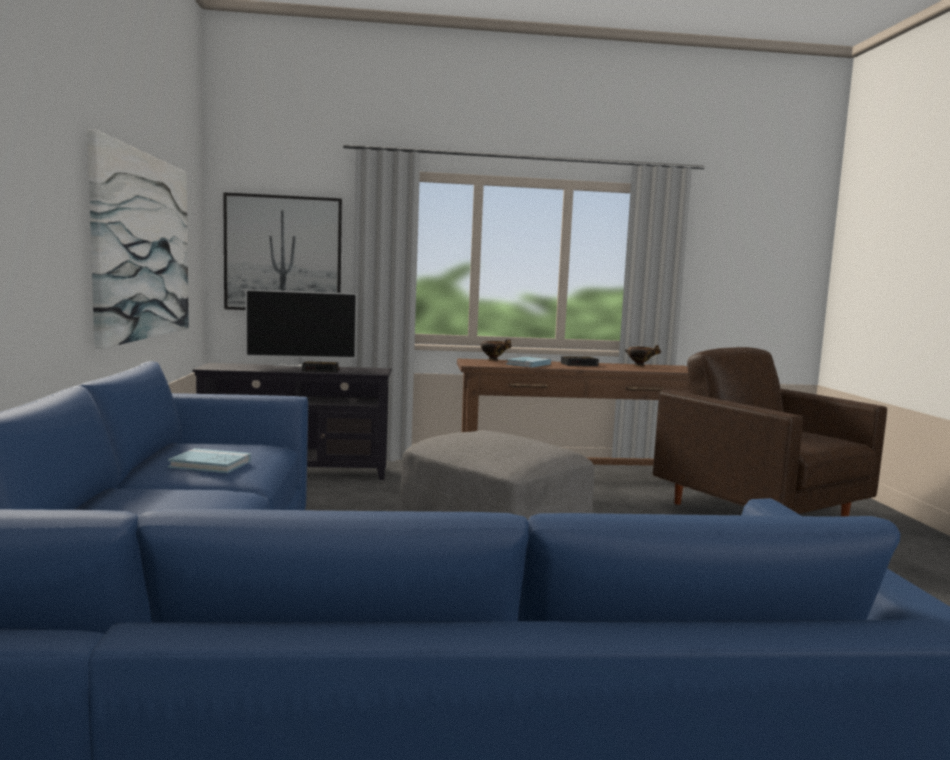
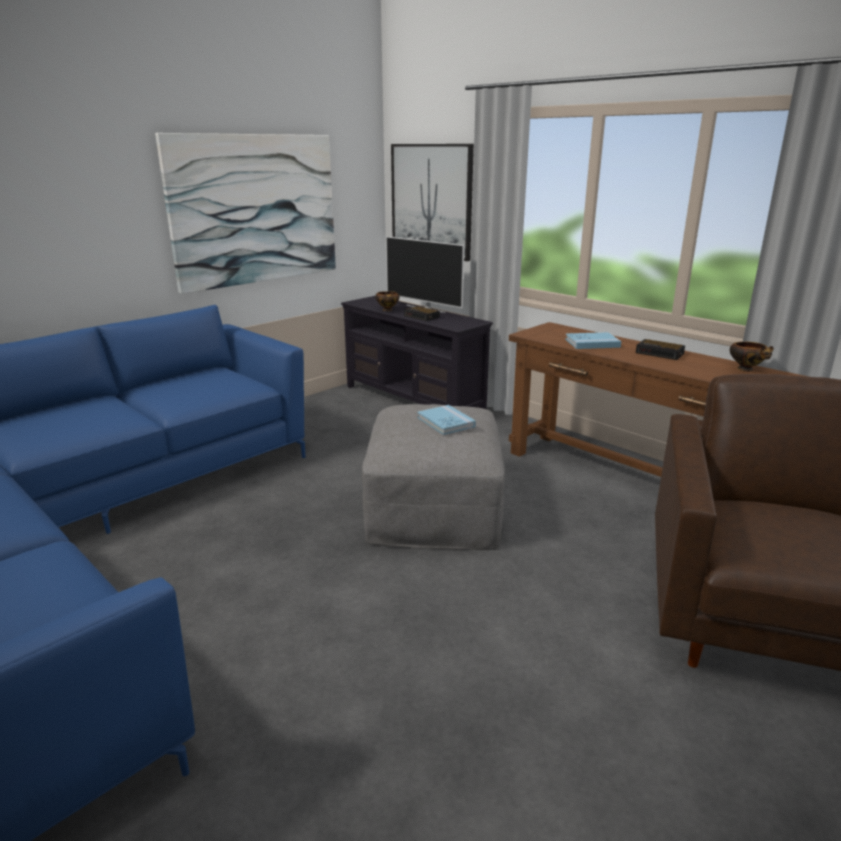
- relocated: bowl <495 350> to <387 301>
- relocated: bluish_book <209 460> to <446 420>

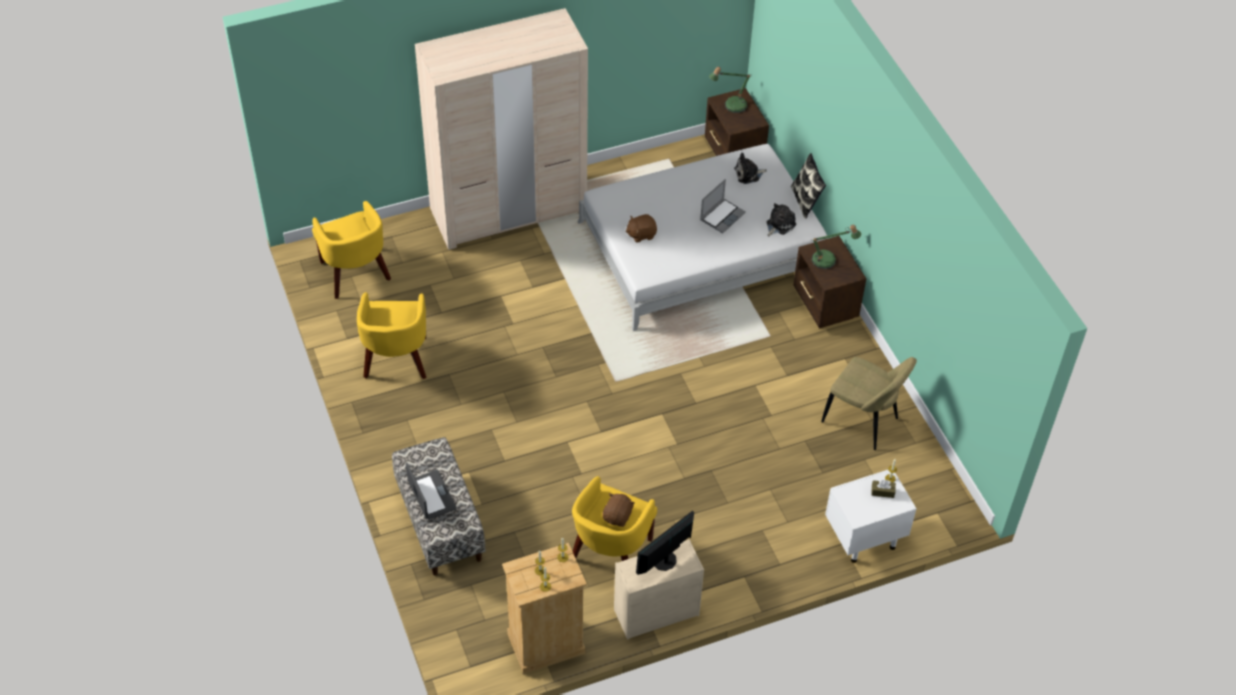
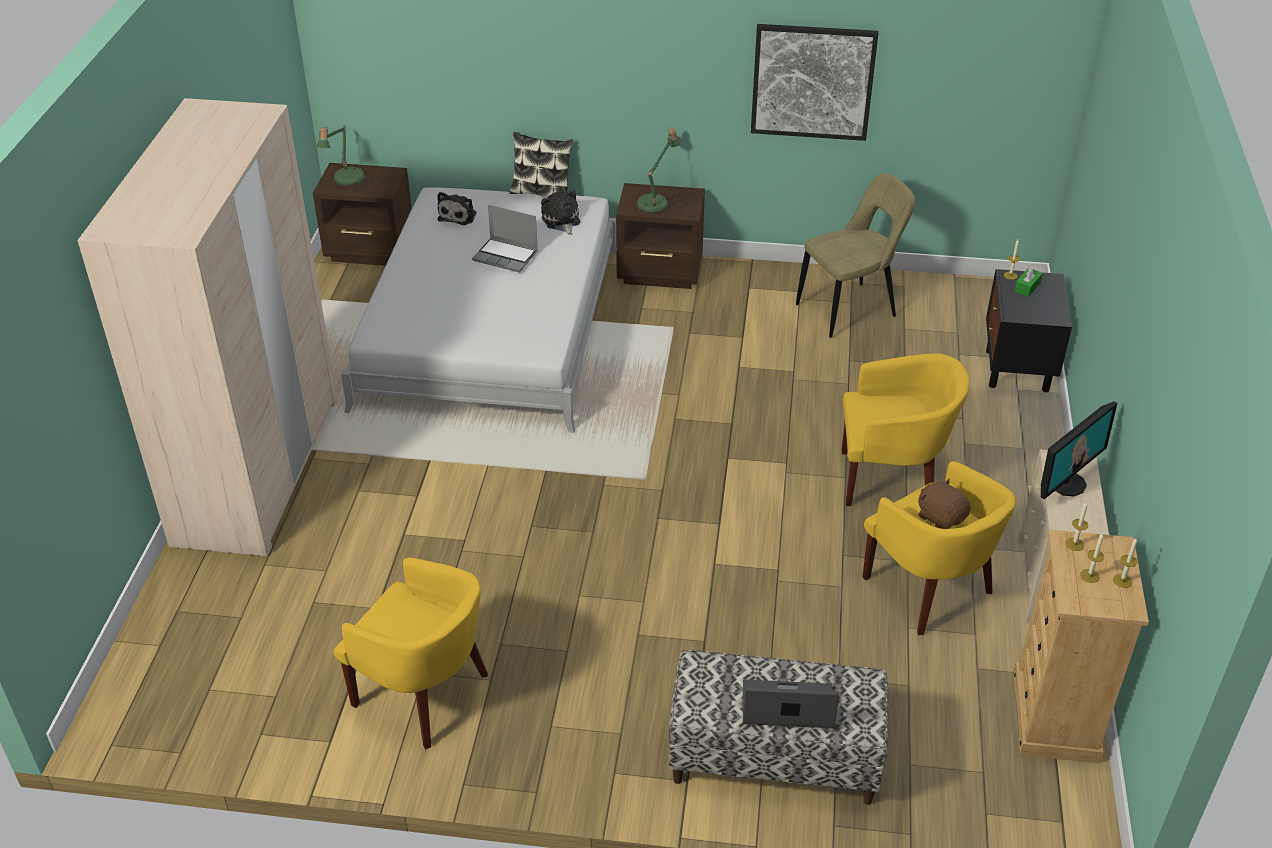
- spun: portable_computer <723 206> = <505 238> 135 degrees clockwise
- appeared: picture <814 82>
- relocated: yellowish_armchair <351 250> to <905 430>
- colour: white-coloured_nightstand <871 516> to blackish_nightstand <1029 330>
- colour: brown_tissue_holder <883 489> to green-coloured_tissue_holder <1028 281>
- spun: computer_screen <665 543> = <1079 450> 120 degrees counterclockwise
- missing: brown_plush_toy <641 228>

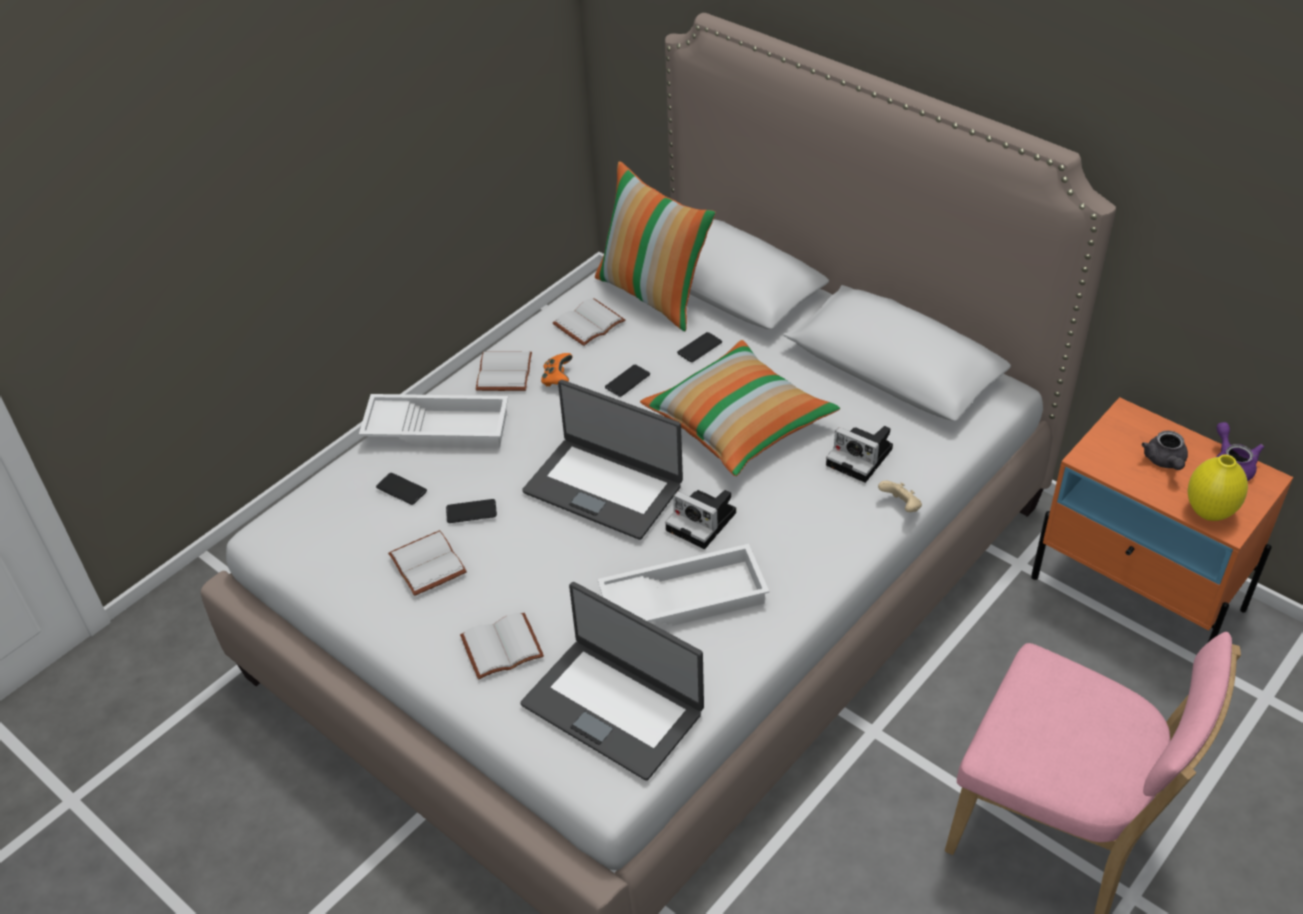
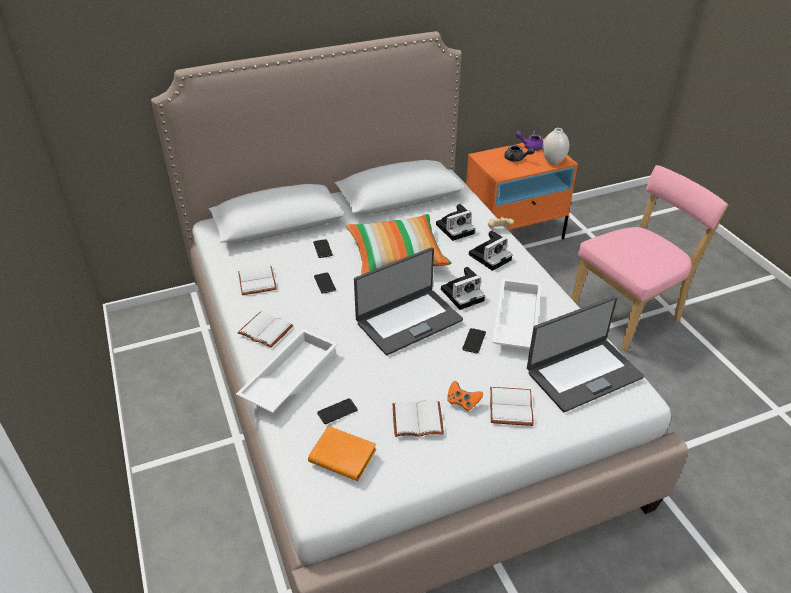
- appeared: orange_book <342 453>
- relocated: orange_gamepad <557 370> to <465 396>
- relocated: telephone <471 511> to <474 340>
- appeared: still_camera <490 251>
- colour: yellowish_decorative_vase <1218 488> to white-coloured_decorative_vase <555 146>
- missing: throw_pillow <655 246>

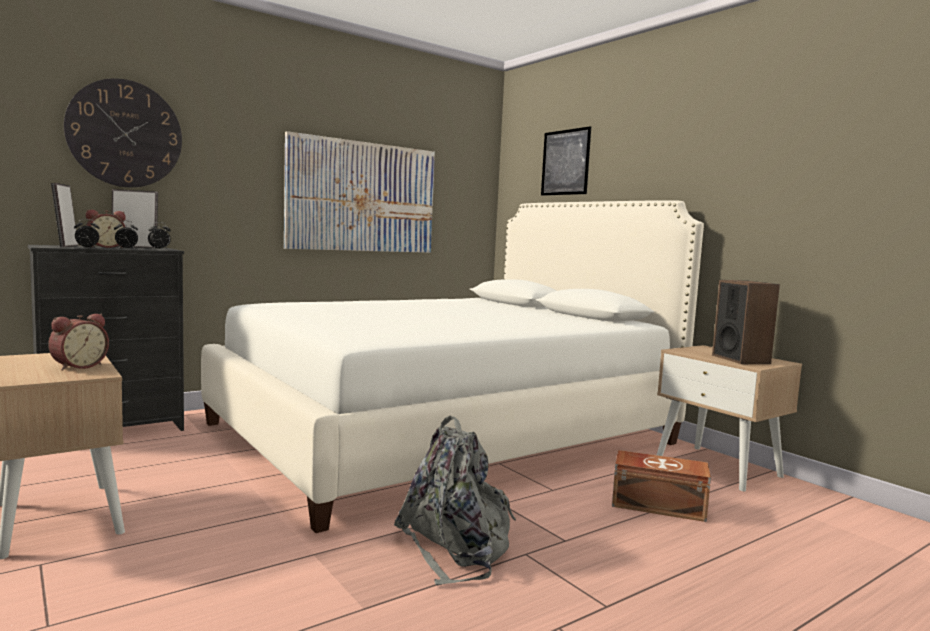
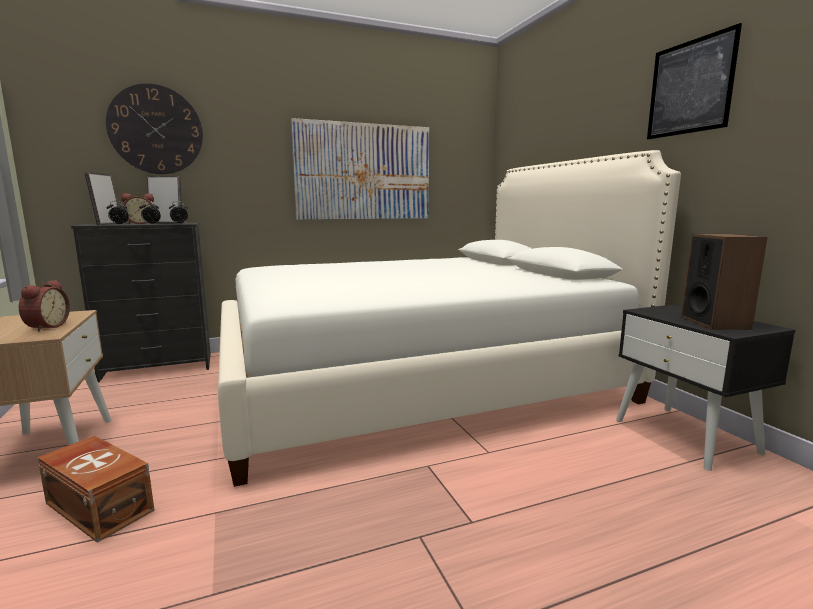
- spun: alarm_clock <78 342> = <44 306> 45 degrees counterclockwise
- relocated: brown_storage_box <661 486> to <95 489>
- colour: beige_nightstand <729 418> to blackish_nightstand <705 387>
- relocated: picture <566 161> to <694 81>
- missing: greyish_backpack <455 500>

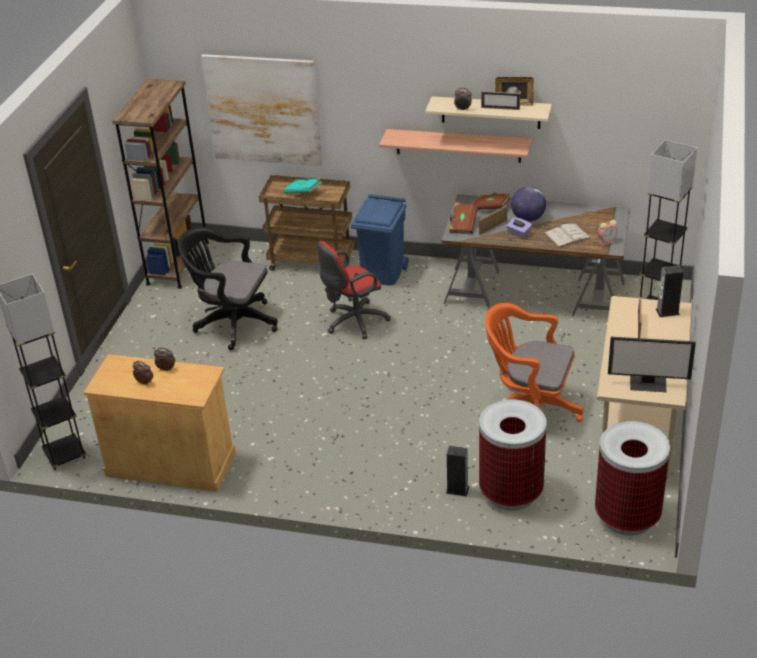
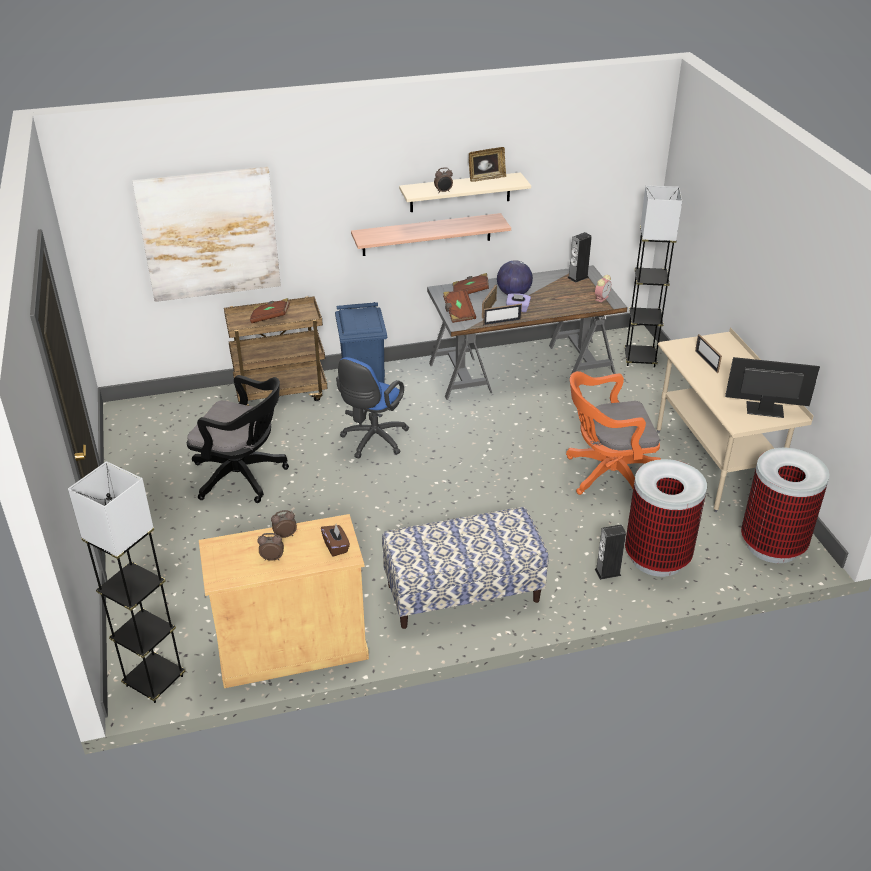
- spun: blackish_desk_chair <228 288> = <238 439> 150 degrees counterclockwise
- colour: blue-green_book <302 186> to brown_book <270 310>
- appeared: brown_tissue_holder <335 540>
- colour: red_desk_chair <354 290> to bluish_desk_chair <372 408>
- appeared: bench <465 568>
- relocated: picture_frame <500 100> to <502 315>
- relocated: loudspeaker <670 291> to <580 257>
- spun: computer_screen <652 364> = <772 387> 150 degrees counterclockwise
- missing: brown_bookcase <160 184>
- missing: white-coloured_book <568 236>

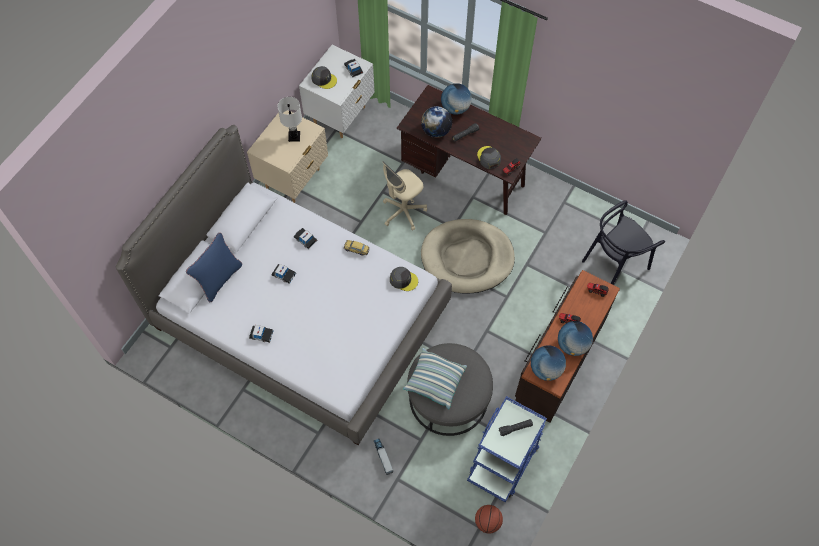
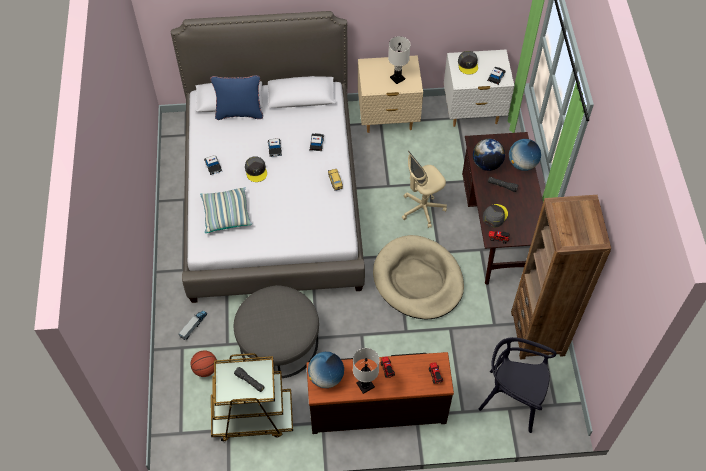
- relocated: basketball <489 519> to <204 363>
- relocated: throw_pillow <435 378> to <226 210>
- colour: bluish_wheeled_cart <507 449> to brown_wheeled_cart <252 397>
- relocated: greyish_peaked_cap <404 279> to <256 169>
- exchanged: world_globe <575 338> to white-coloured_table_lamp <366 371>
- spun: beige_desk_chair <404 196> = <424 189> 45 degrees counterclockwise
- appeared: brown_bookcase <561 277>

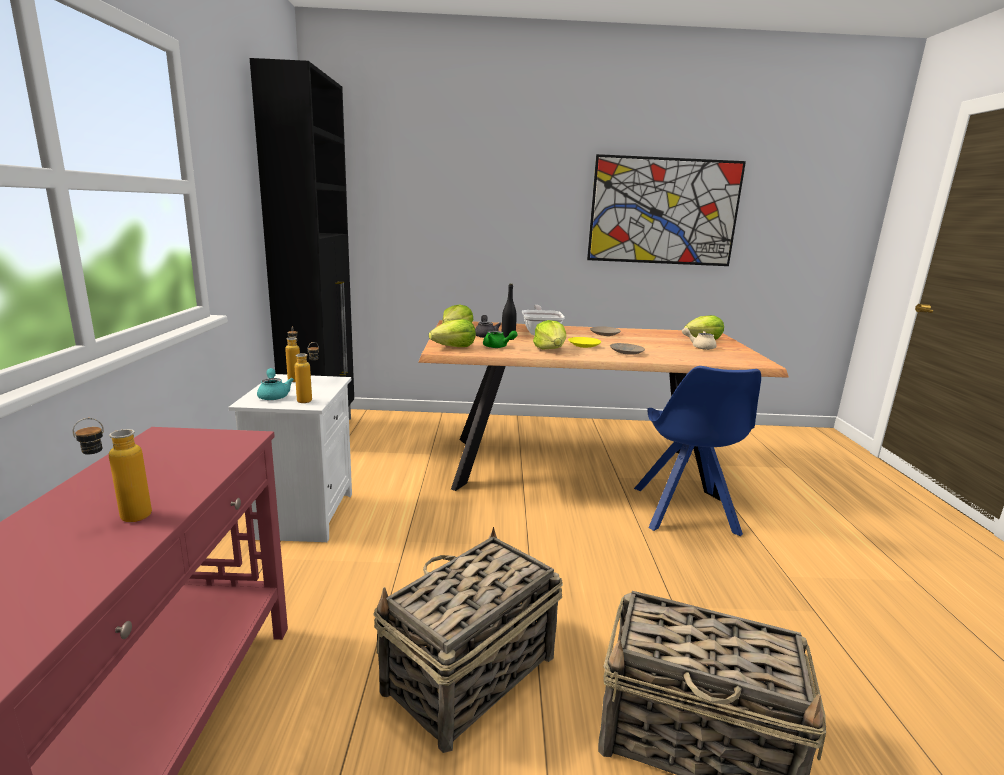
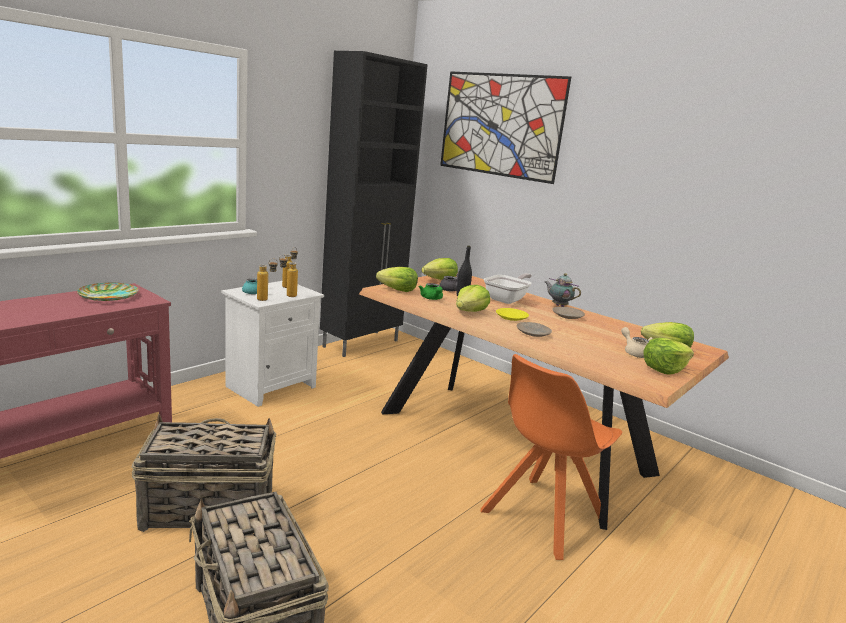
- appeared: dinner_plate <107 292>
- relocated: drink_bottle <112 470> to <288 276>
- relocated: picture <666 210> to <505 127>
- colour: bluish_chair <697 451> to orange_chair <551 457>
- appeared: teapot <563 290>
- appeared: head_of_lettuce <668 356>

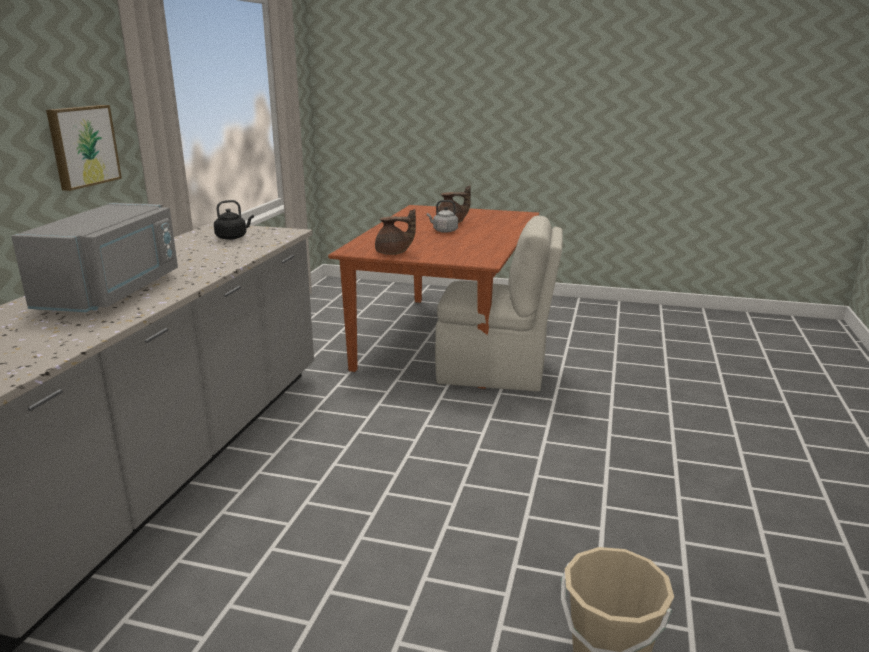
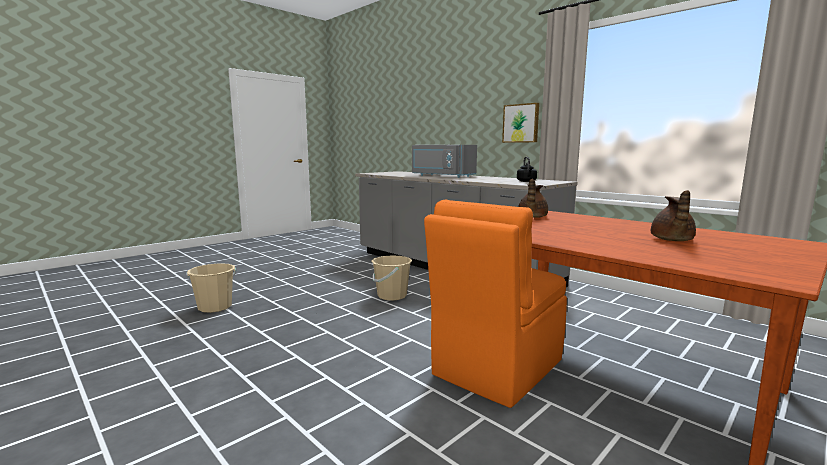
- appeared: beige_pail <392 278>
- colour: beige_chair <499 304> to orange_chair <495 304>
- missing: greyish_kettle <442 216>

